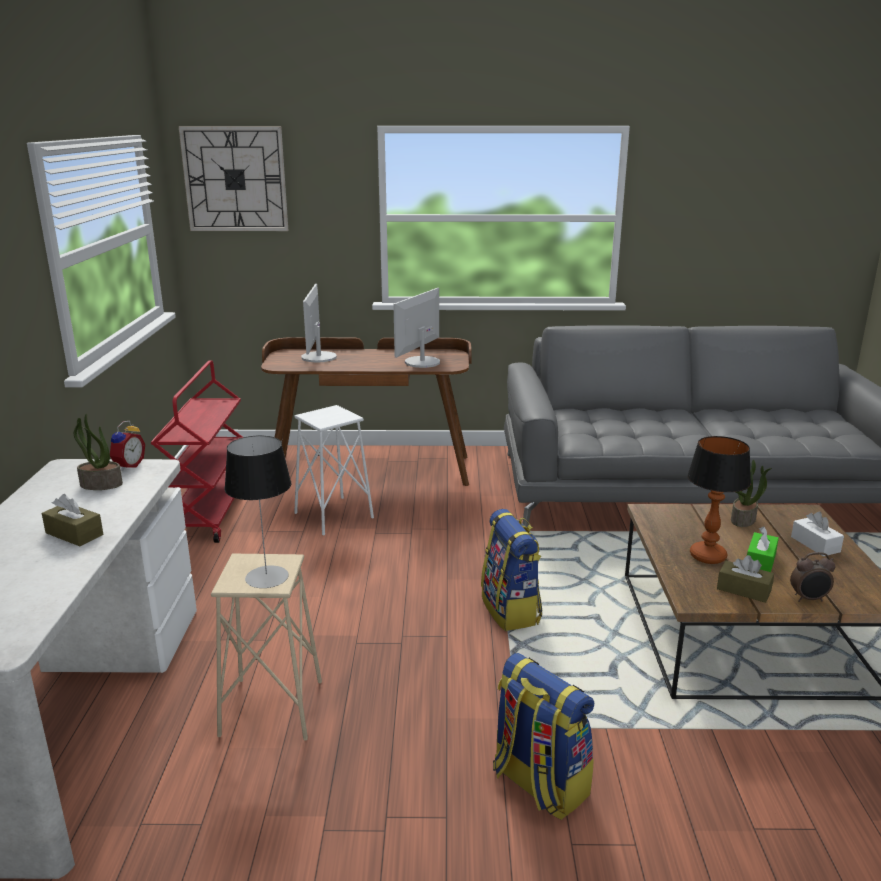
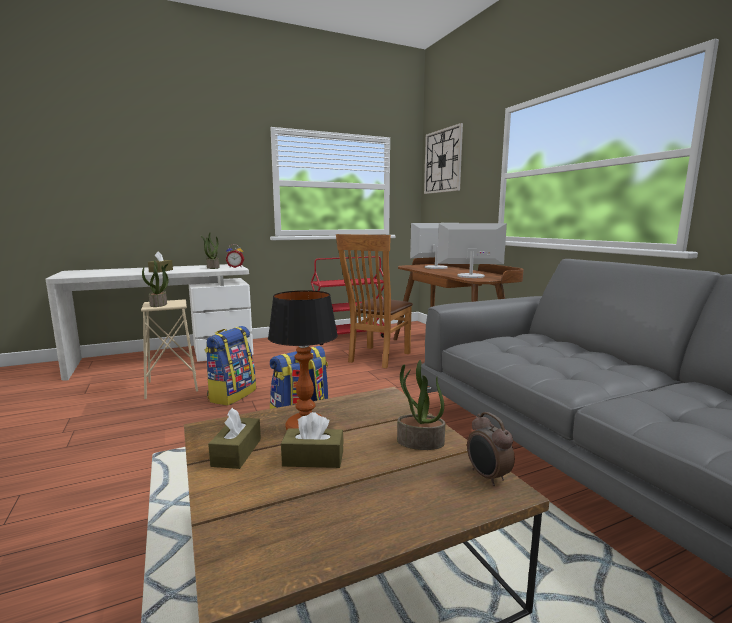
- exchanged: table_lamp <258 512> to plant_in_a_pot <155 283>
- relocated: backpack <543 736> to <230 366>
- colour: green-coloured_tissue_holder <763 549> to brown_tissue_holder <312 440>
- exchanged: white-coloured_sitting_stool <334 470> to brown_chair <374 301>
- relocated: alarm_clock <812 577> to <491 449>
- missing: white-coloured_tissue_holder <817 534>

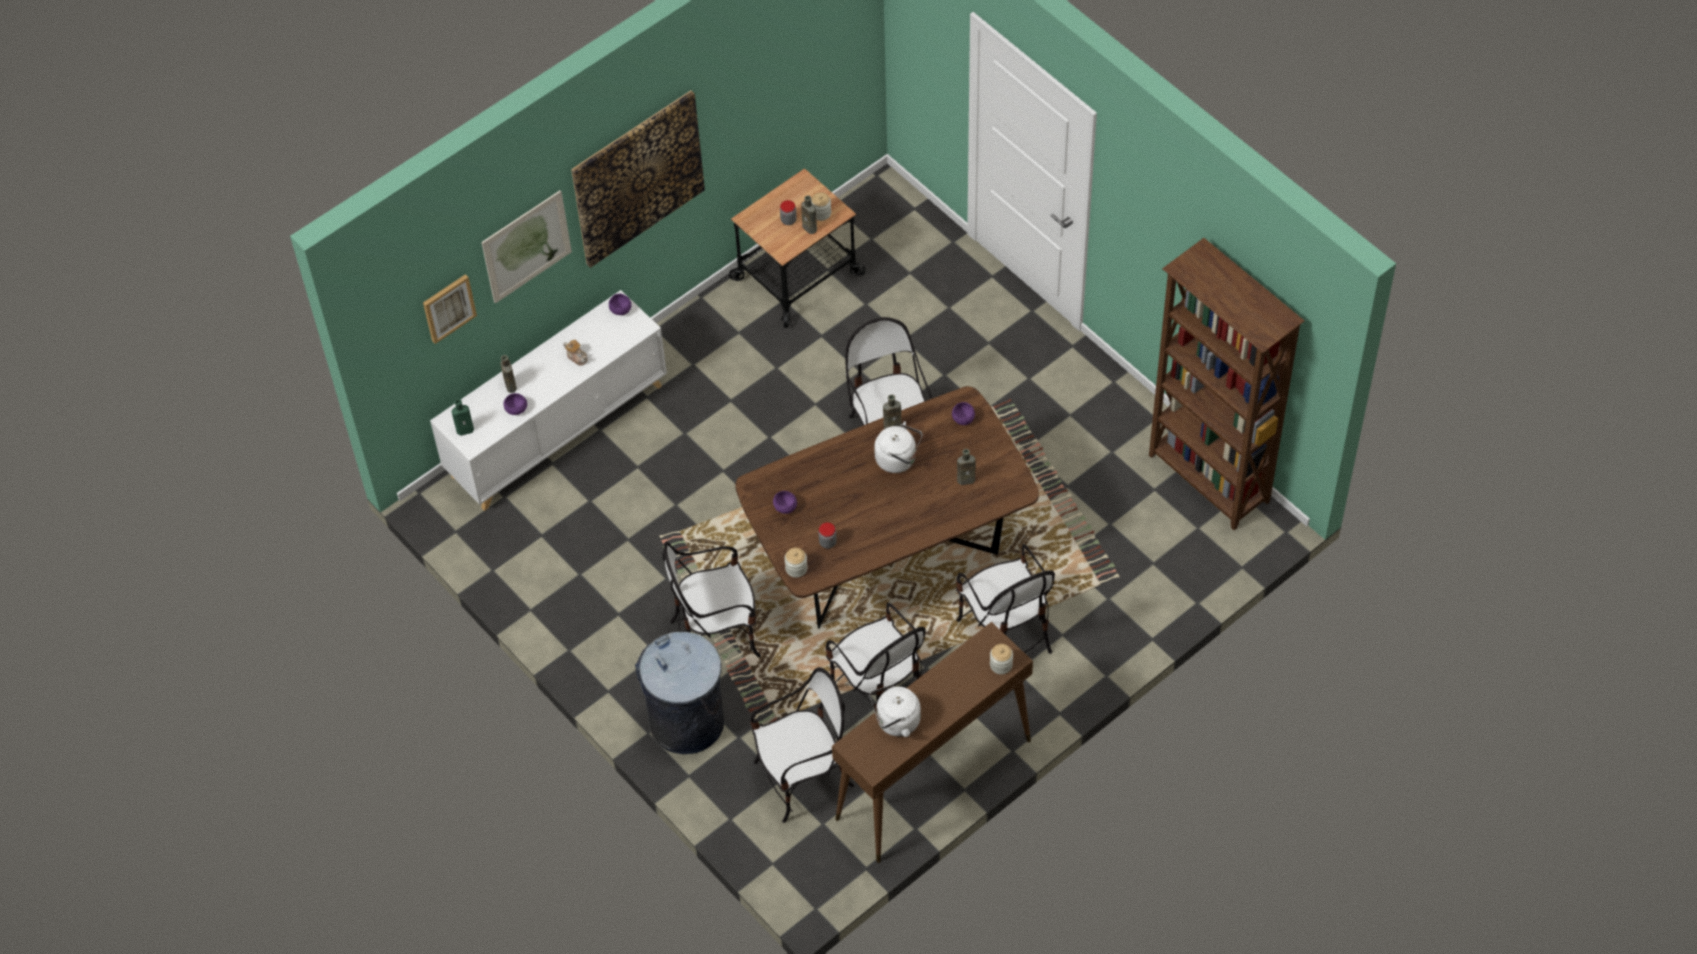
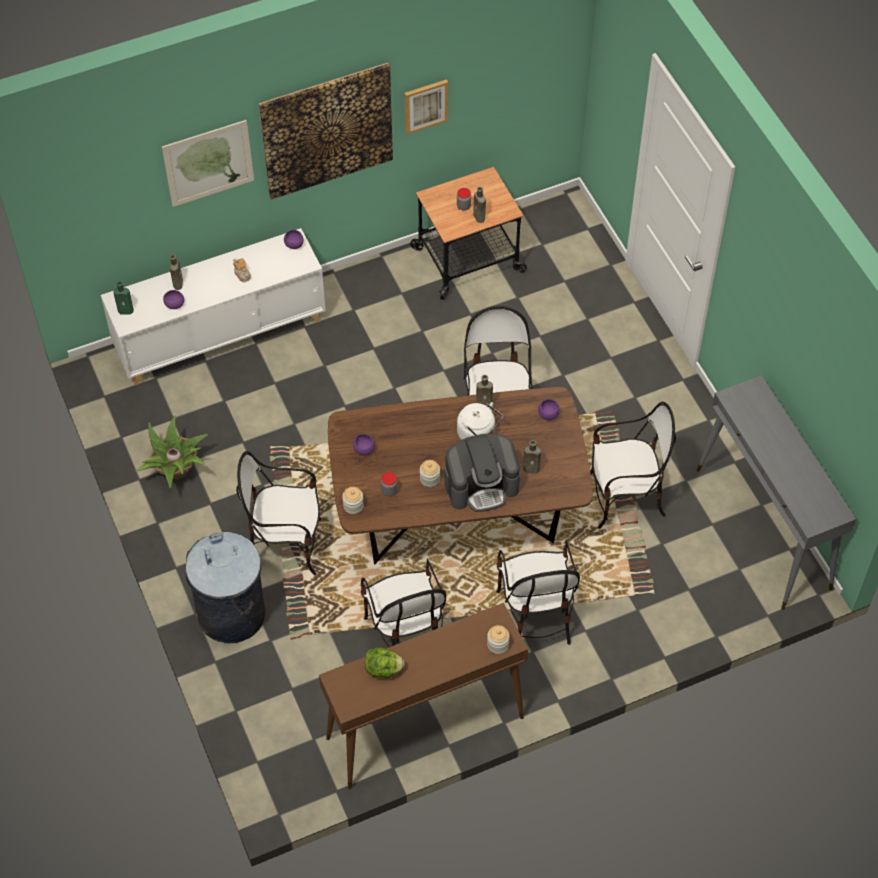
- appeared: plant_in_a_pot <172 451>
- exchanged: white-coloured_kettle <895 710> to head_of_lettuce <385 662>
- relocated: picture <450 309> to <426 106>
- relocated: preserve_jar <821 206> to <430 473>
- appeared: coffee_machine <482 473>
- relocated: chair <802 745> to <633 465>
- exchanged: brown_bookcase <1227 384> to greyish_narrow_table <776 492>

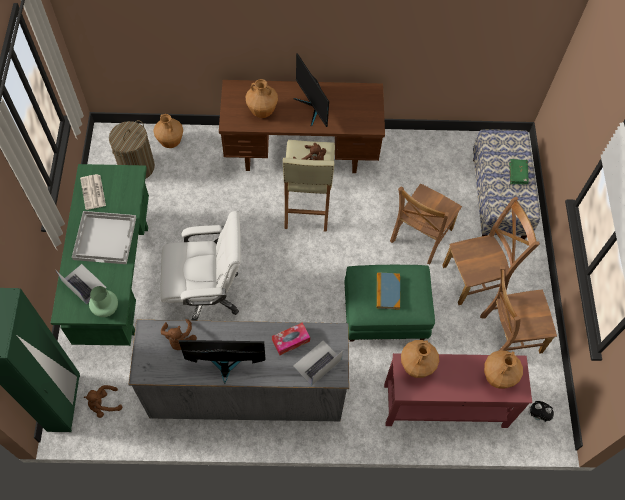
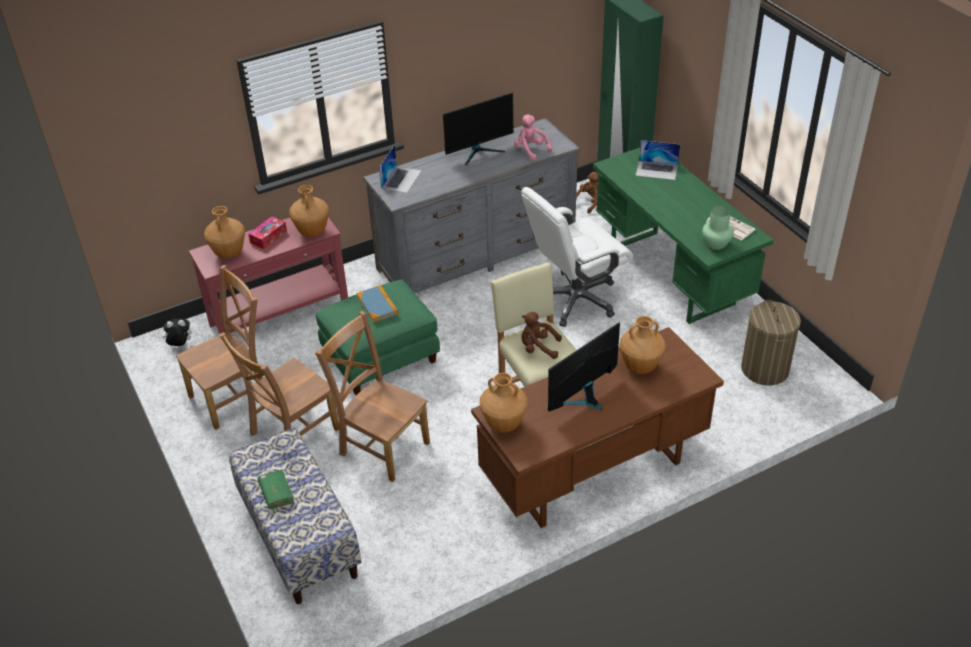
- relocated: tissue_holder <291 339> to <267 232>
- spun: brown_chair <426 223> = <372 396> 60 degrees counterclockwise
- relocated: brown_decorative_vase <168 131> to <503 402>
- colour: brown_plush_toy <179 334> to pink-coloured_plush_toy <533 138>
- spun: computer_screen <311 90> = <584 367> 75 degrees counterclockwise
- relocated: green-coloured_decorative_vase <103 301> to <718 228>
- missing: white-coloured_carrying_tray <104 237>

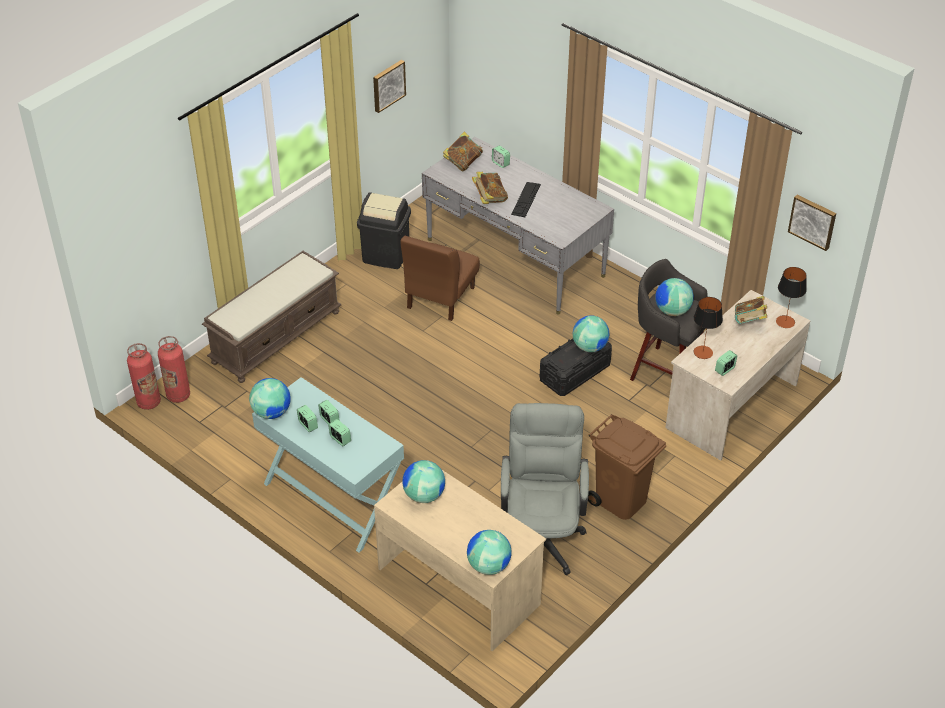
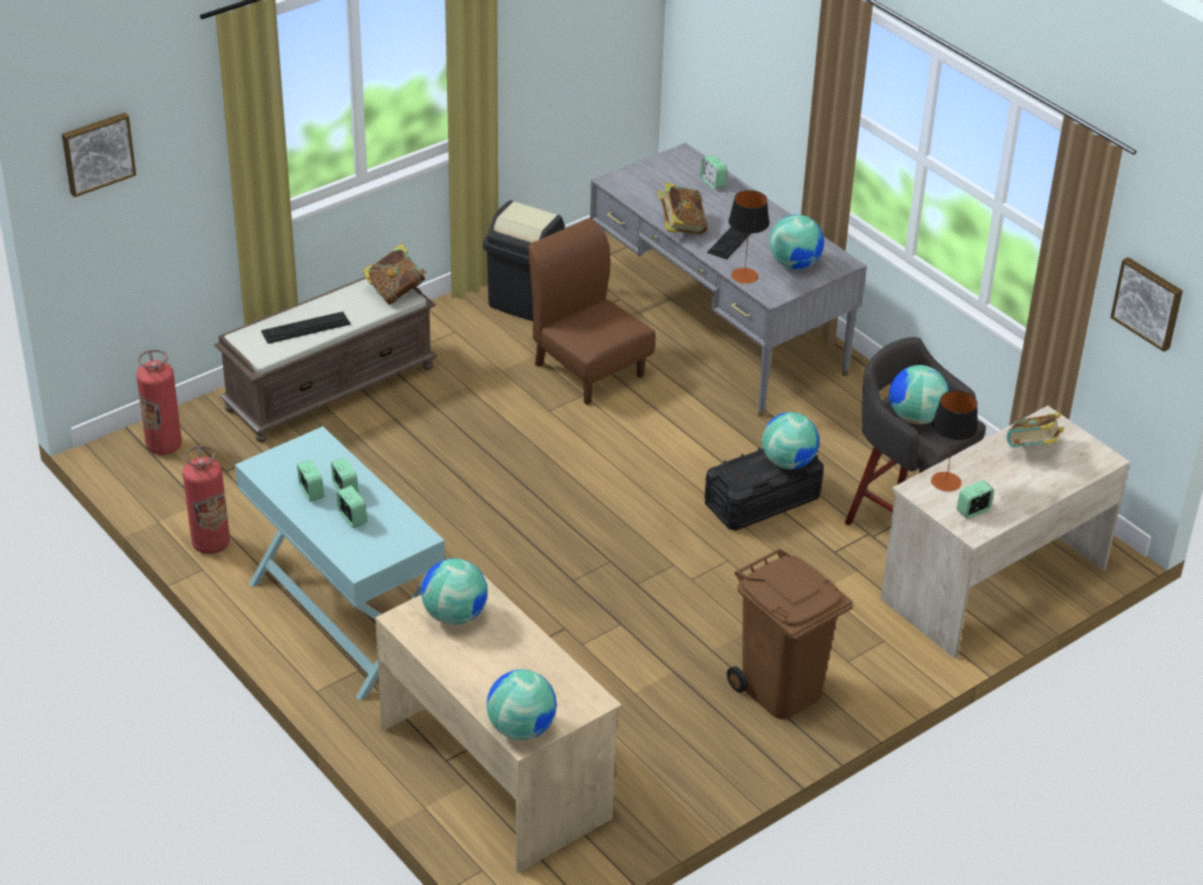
- relocated: picture <389 86> to <99 155>
- relocated: extinguisher <144 376> to <206 500>
- appeared: keyboard <305 328>
- relocated: book <463 152> to <394 274>
- spun: brown_chair <440 278> = <592 312> 105 degrees clockwise
- relocated: table_lamp <791 297> to <749 237>
- relocated: world_globe <270 398> to <796 241>
- missing: greyish_desk_chair <545 489>

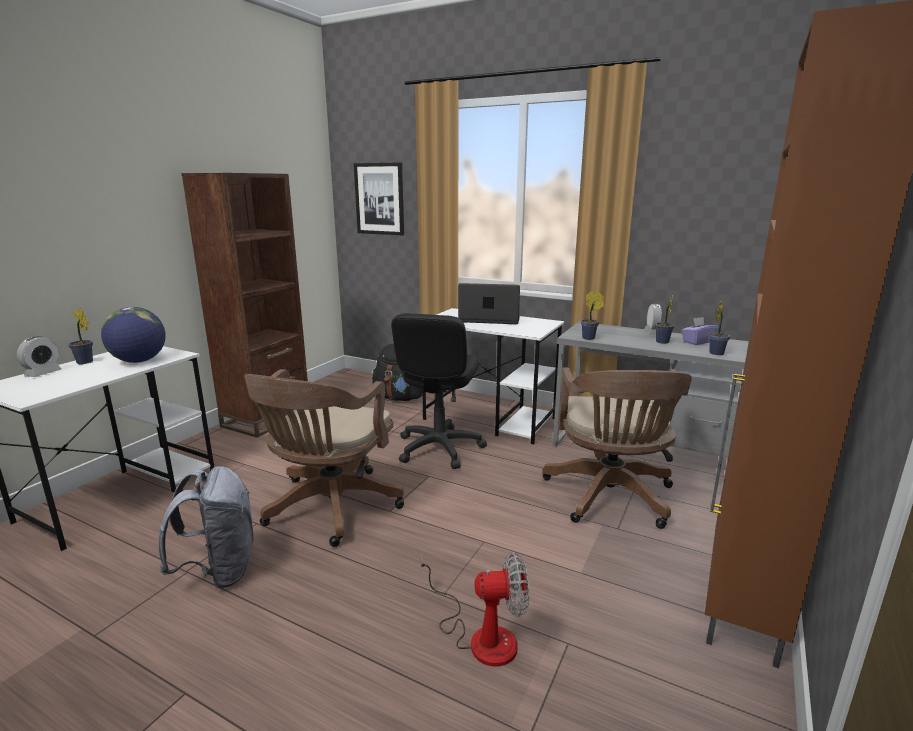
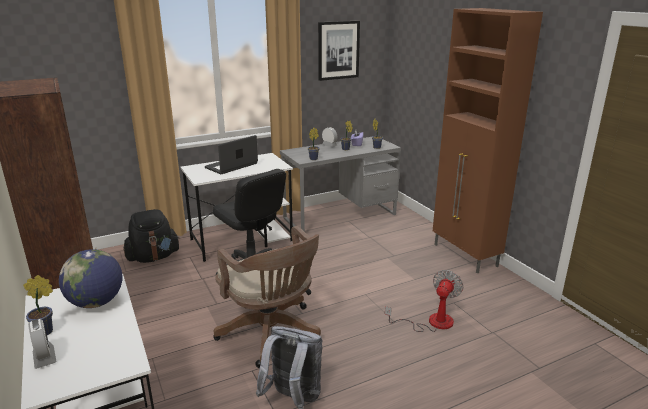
- relocated: picture <379 198> to <339 51>
- missing: brown_desk_chair <617 448>

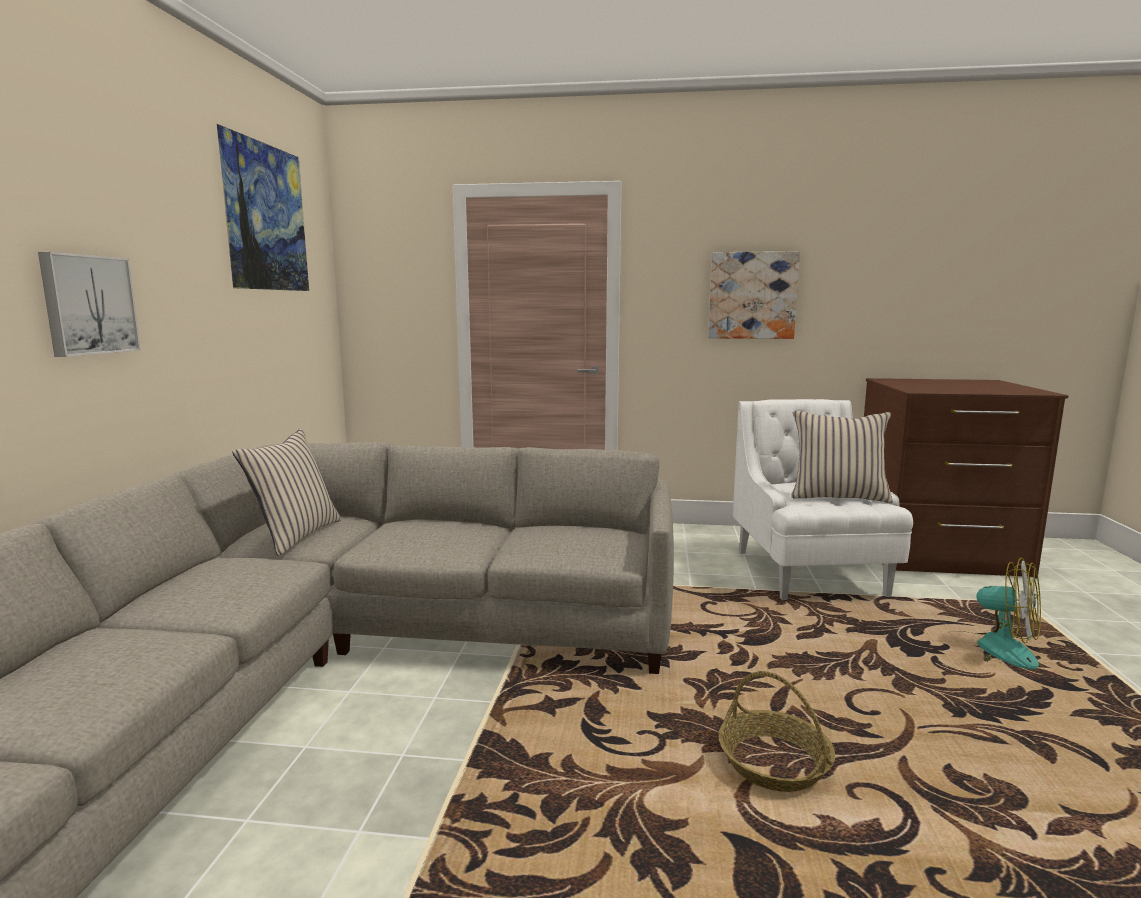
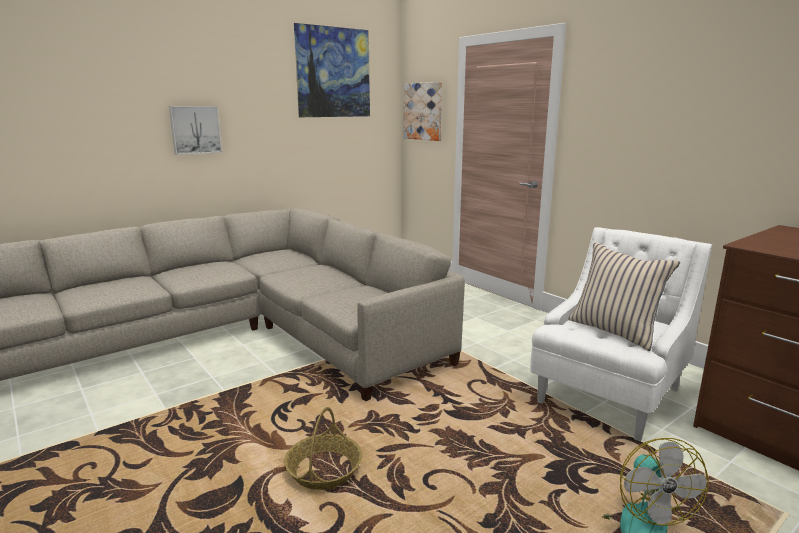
- relocated: picture <754 295> to <423 111>
- missing: beige_throw_pillow <286 492>

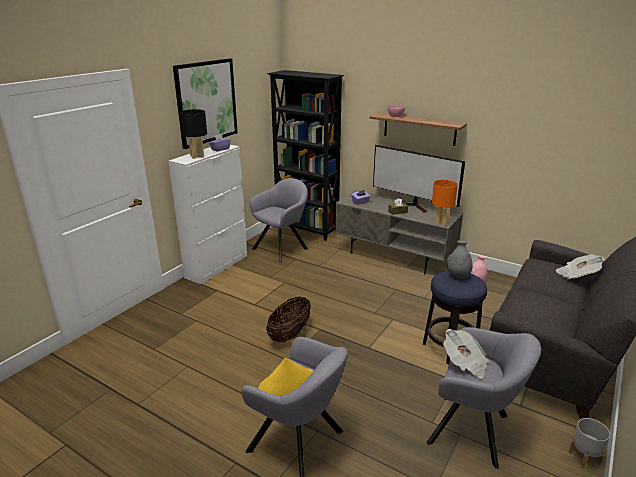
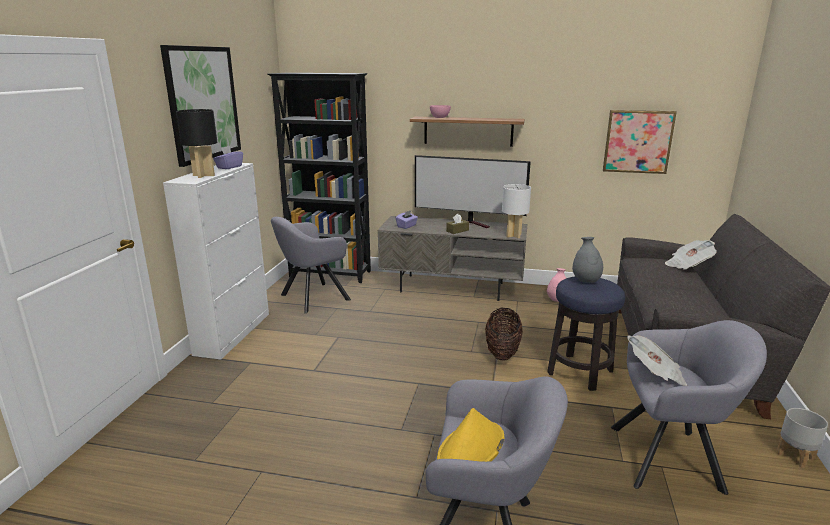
- spun: greyish_armchair <279 220> = <311 265> 150 degrees counterclockwise
- relocated: household_basket <288 319> to <504 333>
- colour: orange_table_lamp <445 203> to white-coloured_table_lamp <516 211>
- appeared: picture <640 142>

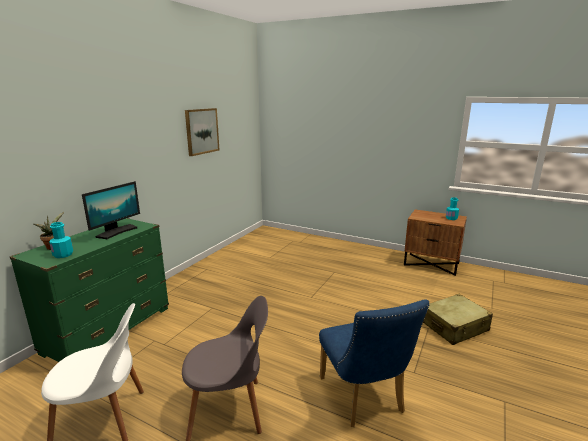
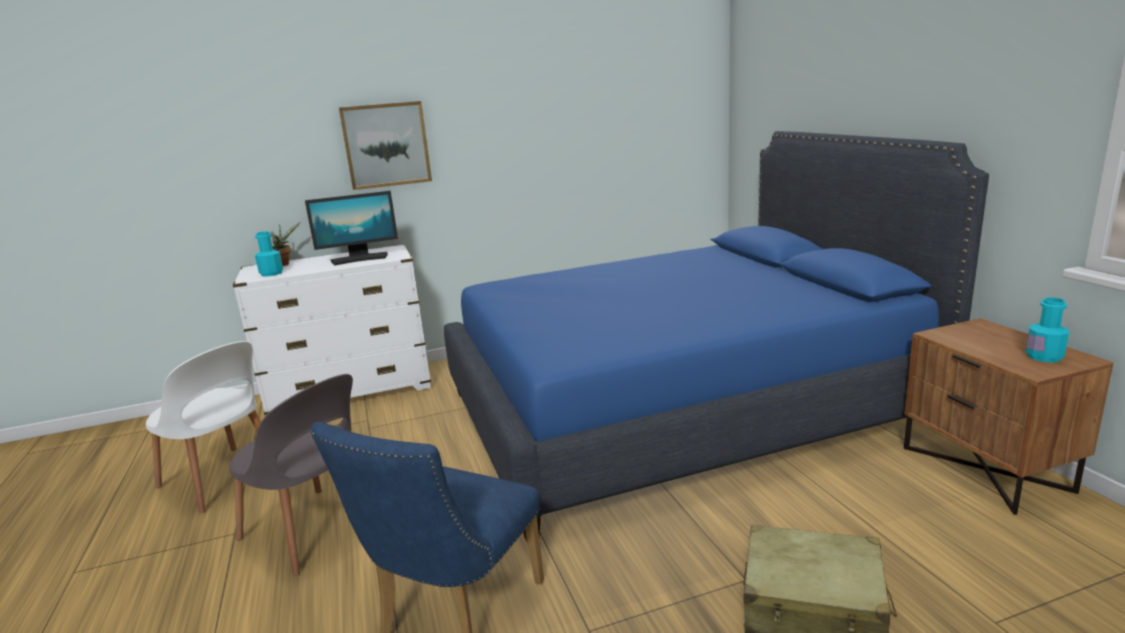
- colour: green-coloured_dresser <89 290> to white-coloured_dresser <332 329>
- relocated: picture <202 132> to <385 145>
- appeared: bluish_sleeping_bed <716 336>

